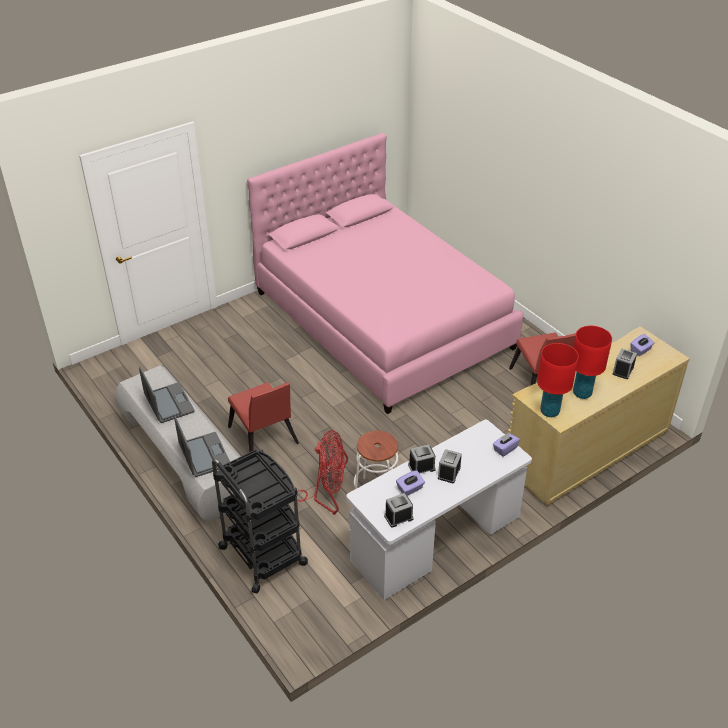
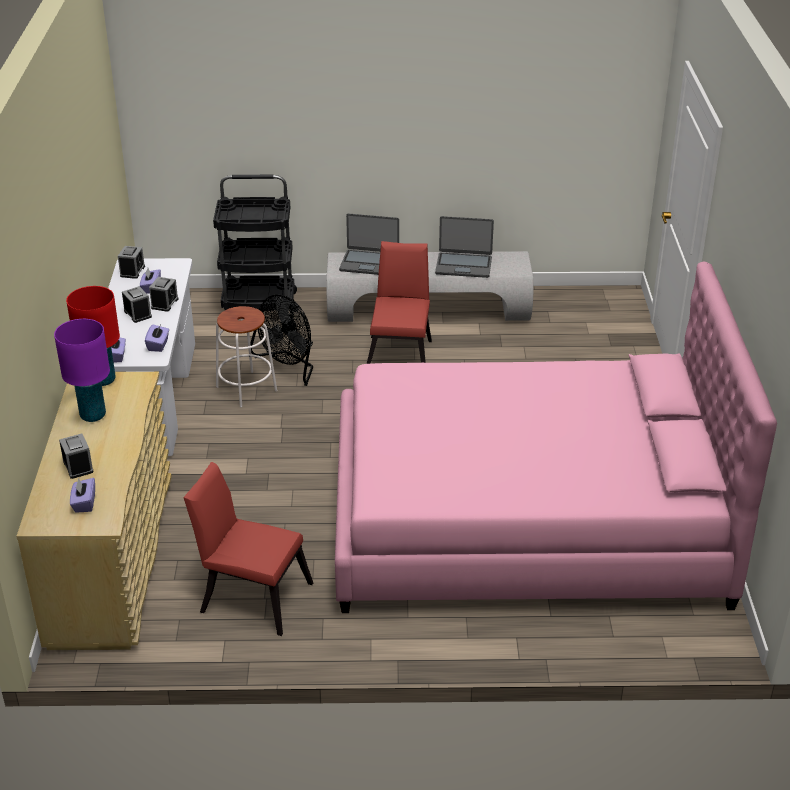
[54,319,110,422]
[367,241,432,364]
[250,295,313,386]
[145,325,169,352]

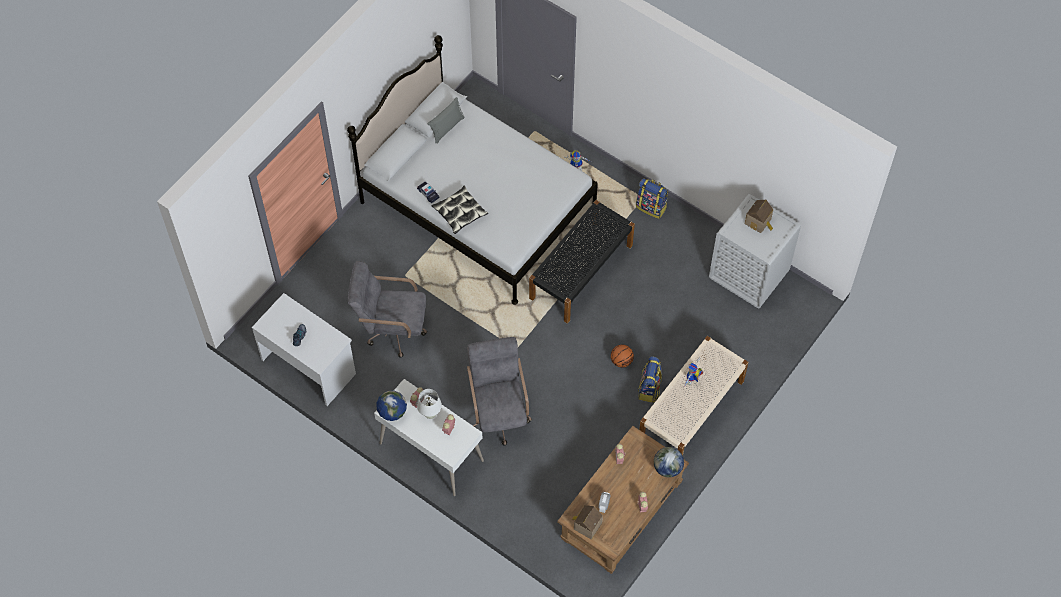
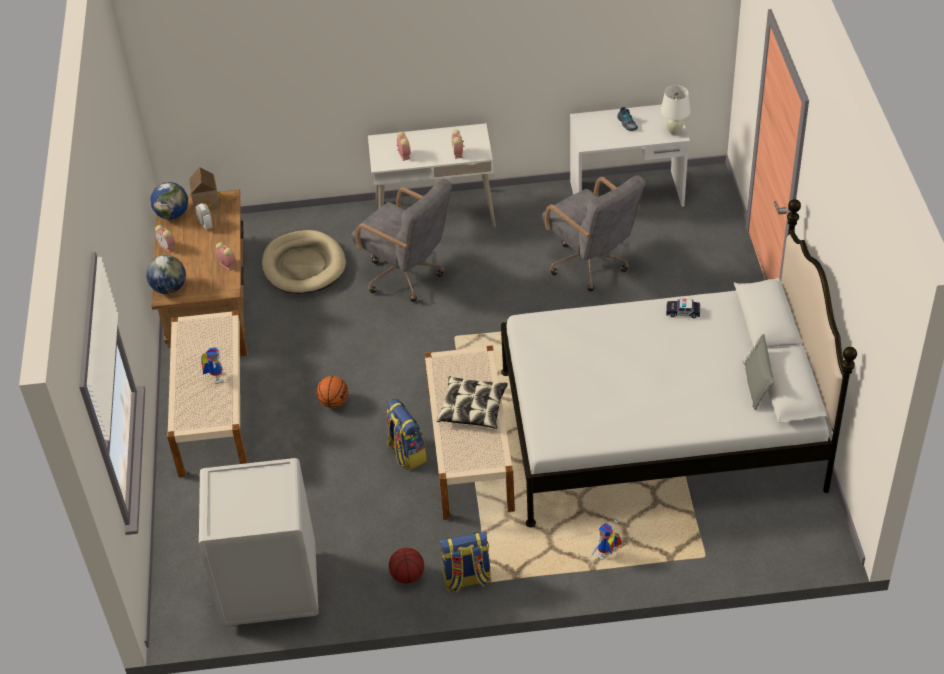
[437,376,508,429]
[425,345,515,520]
[745,200,774,233] (first image)
[542,175,645,291]
[385,399,427,470]
[661,85,691,136]
[150,182,188,219]
[262,230,346,294]
[389,548,424,584]

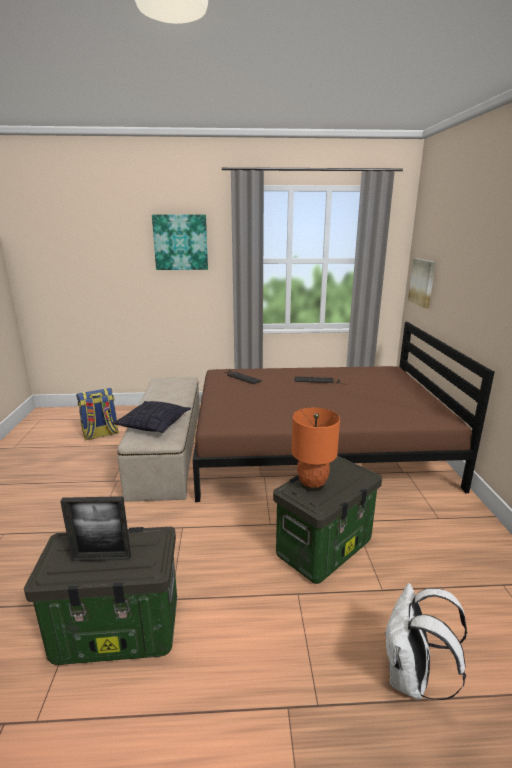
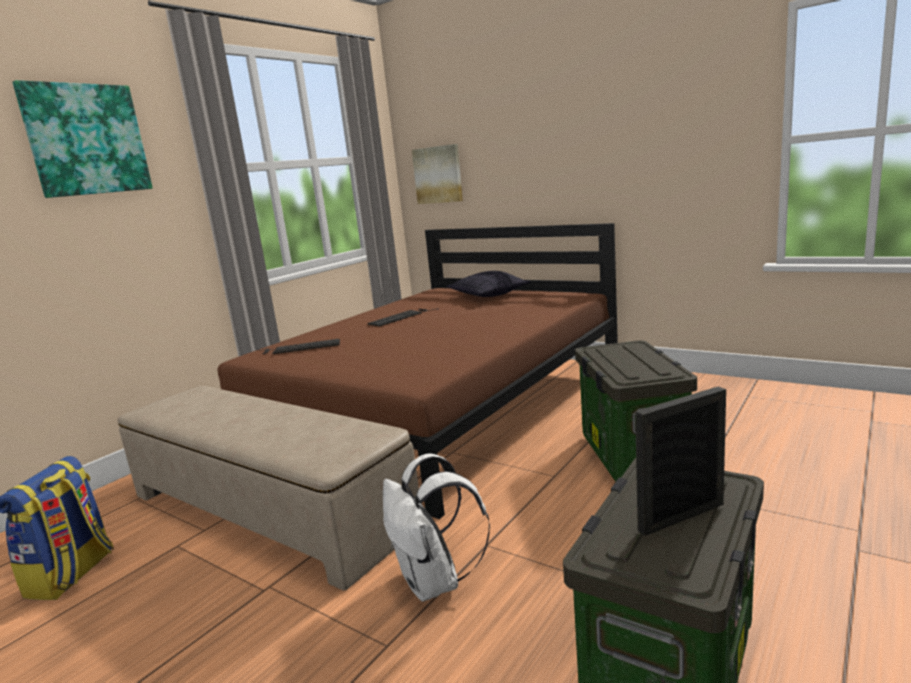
[446,271,531,297]
[292,408,340,491] (first image)
[635,387,726,536]
[383,453,490,601]

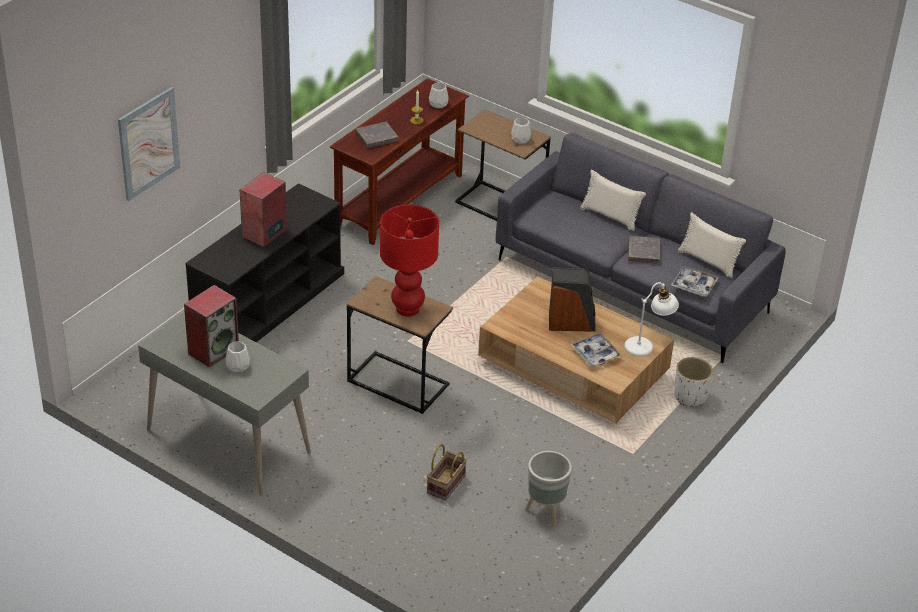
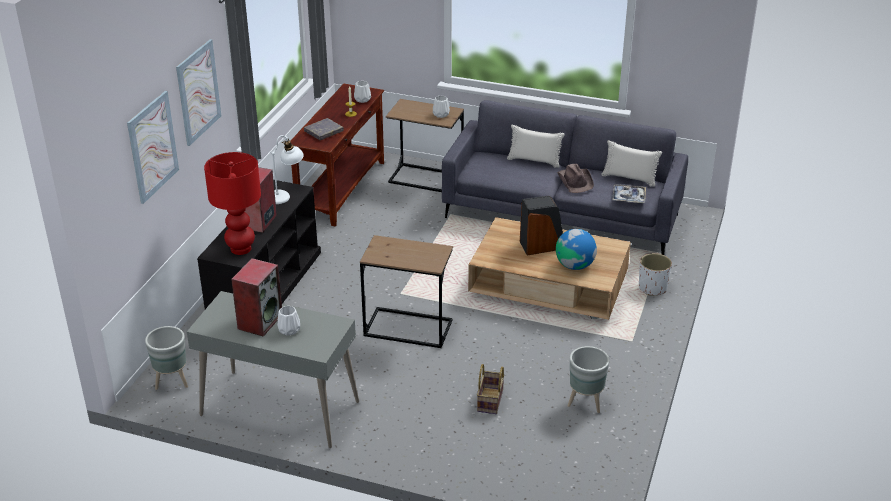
[204,152,261,255]
[557,164,594,193]
[270,135,304,204]
[556,229,597,270]
[176,39,221,146]
[145,326,188,390]

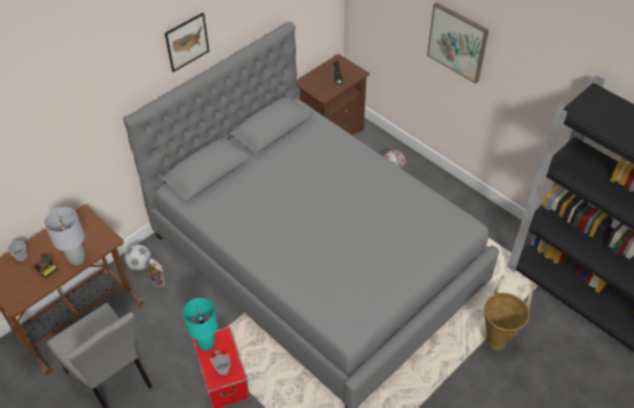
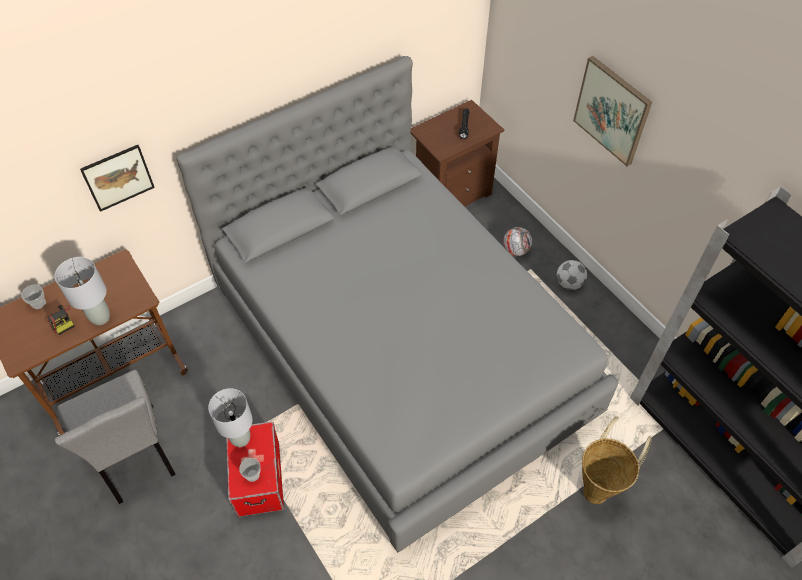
[80,145,155,212]
[557,260,587,290]
[148,258,166,288] (first image)
[208,388,253,447]

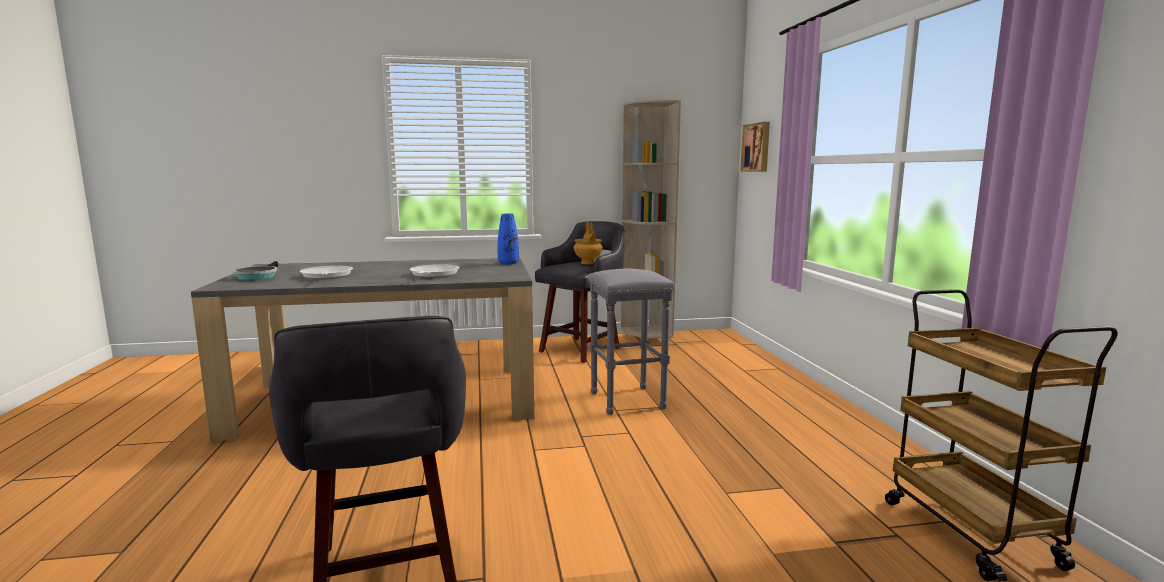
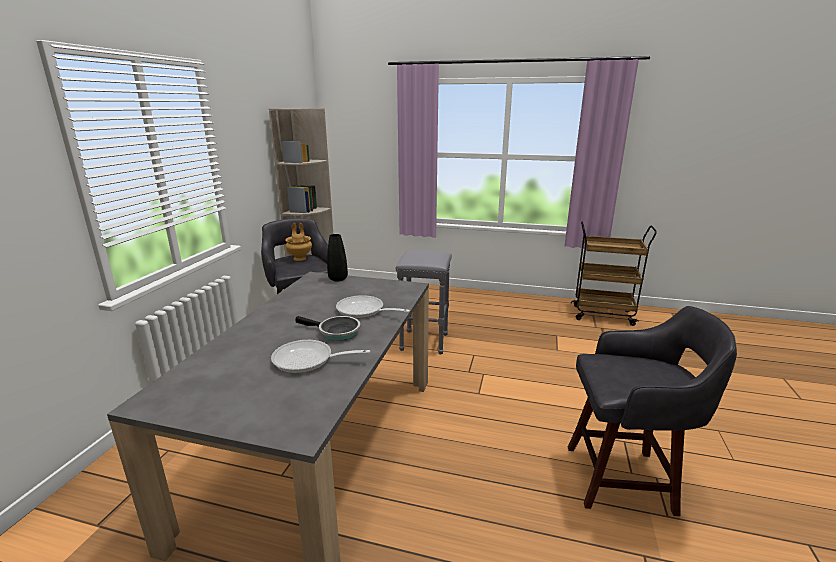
[740,122,770,172] (first image)
[327,234,348,281]
[295,316,360,341]

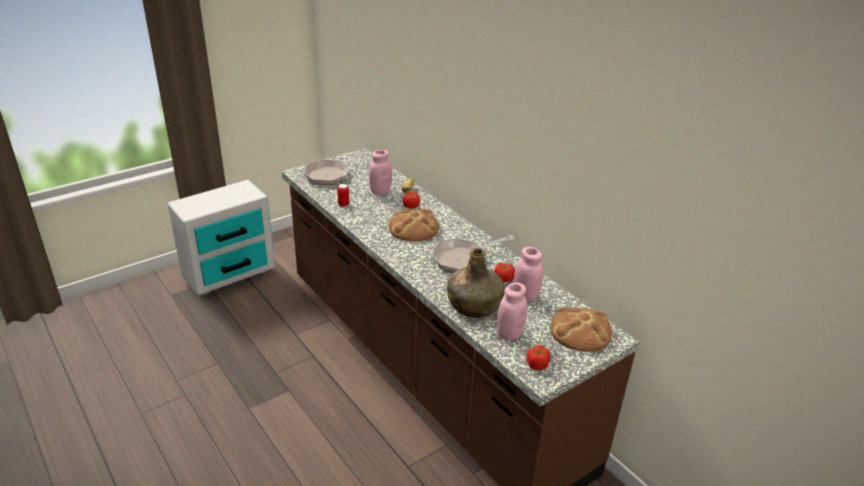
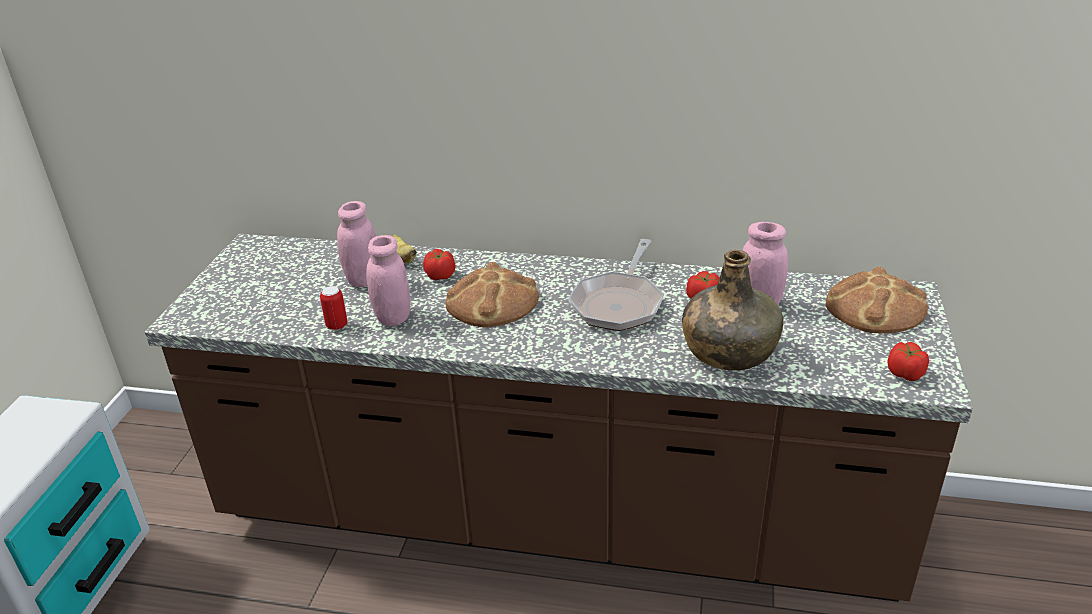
[303,151,370,185] (first image)
[366,235,410,326]

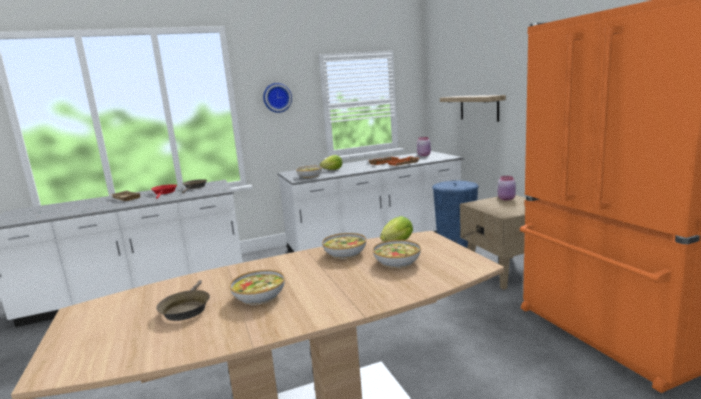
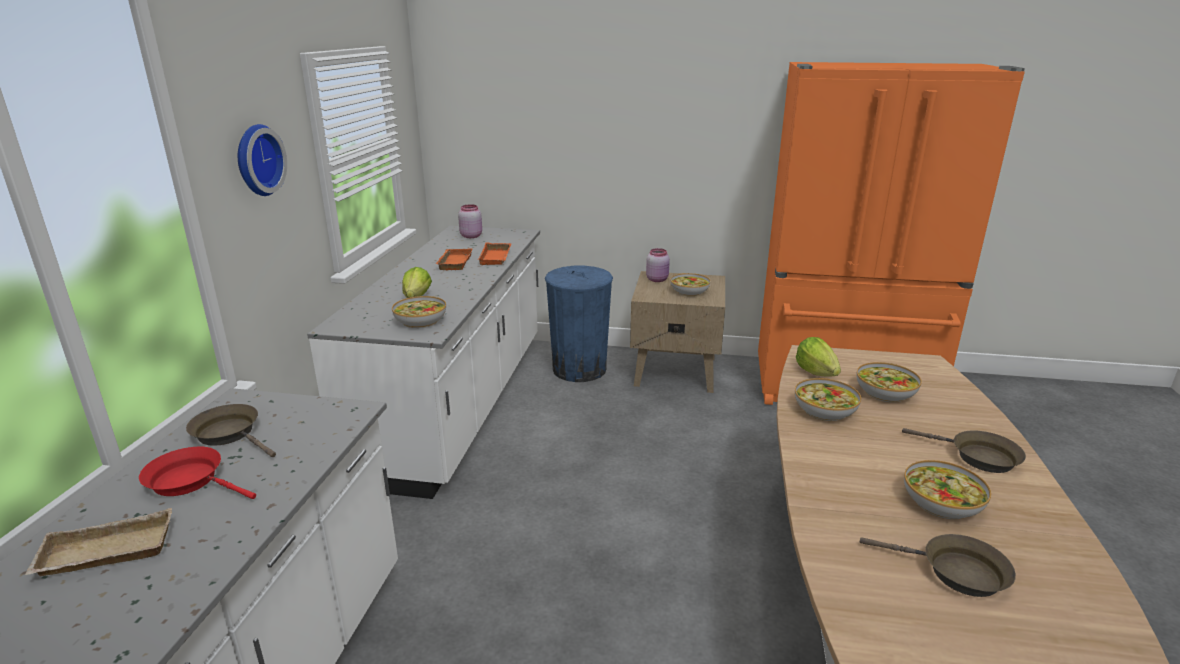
[440,95,506,122] (first image)
[670,273,711,296]
[902,428,1026,473]

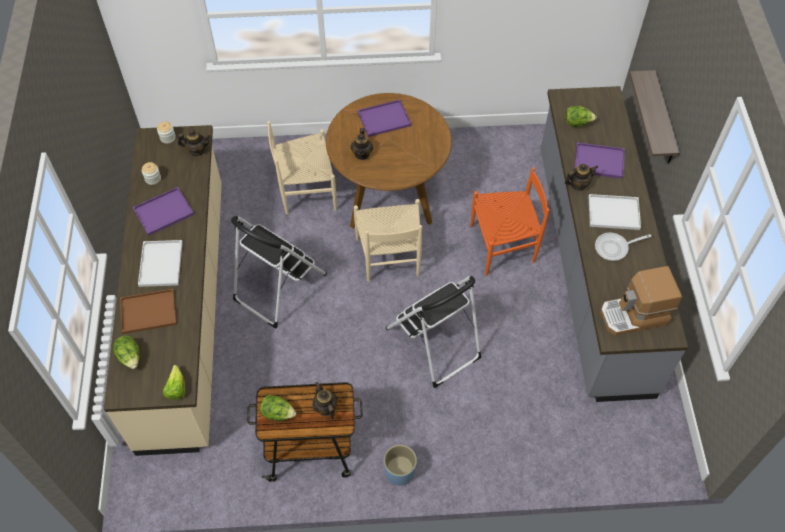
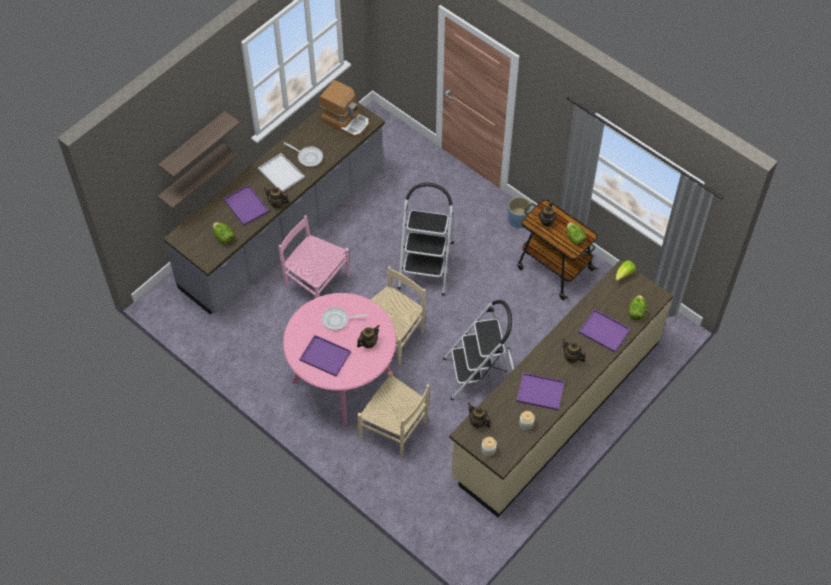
[283,293,396,425]
[279,215,350,298]
[562,339,585,363]
[579,309,631,353]
[158,111,240,178]
[322,307,368,330]

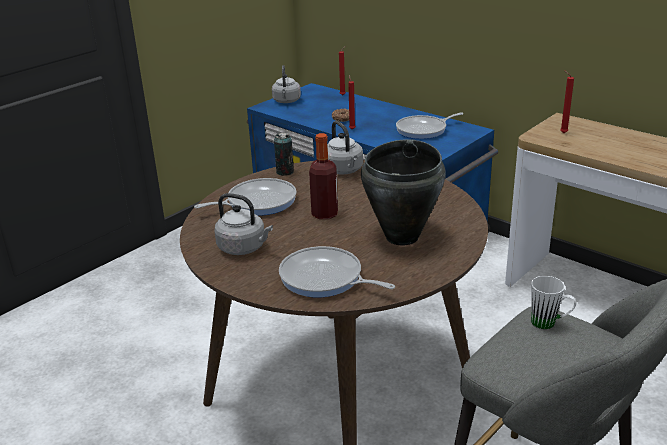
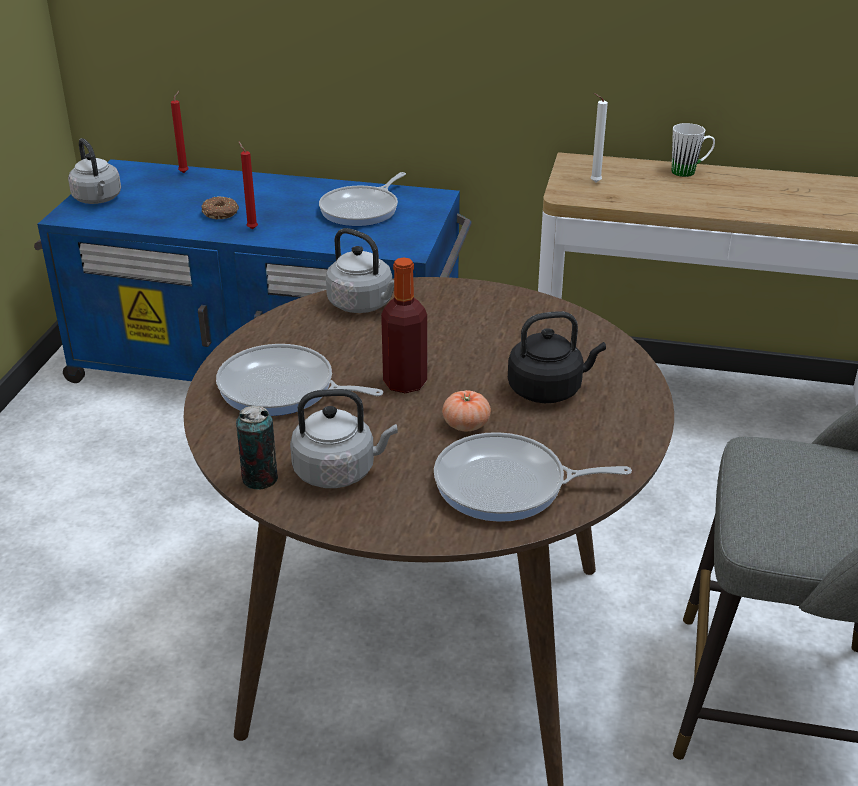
[591,93,608,183]
[236,406,278,490]
[508,311,606,403]
[216,344,383,416]
[672,123,715,177]
[442,390,491,431]

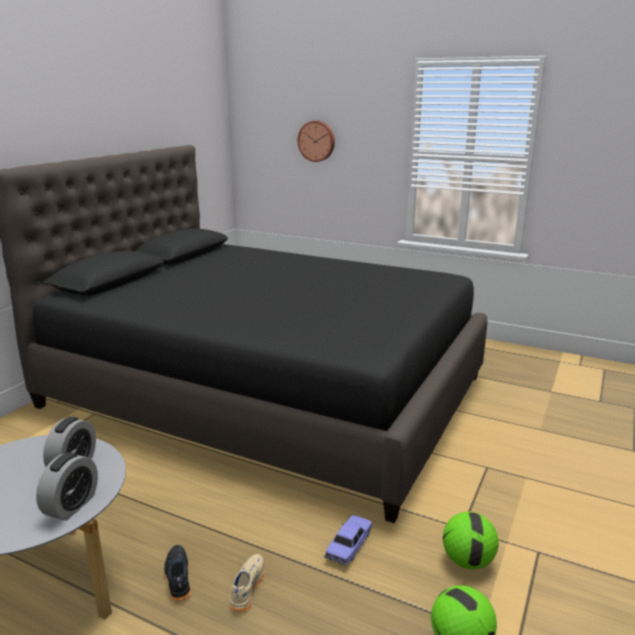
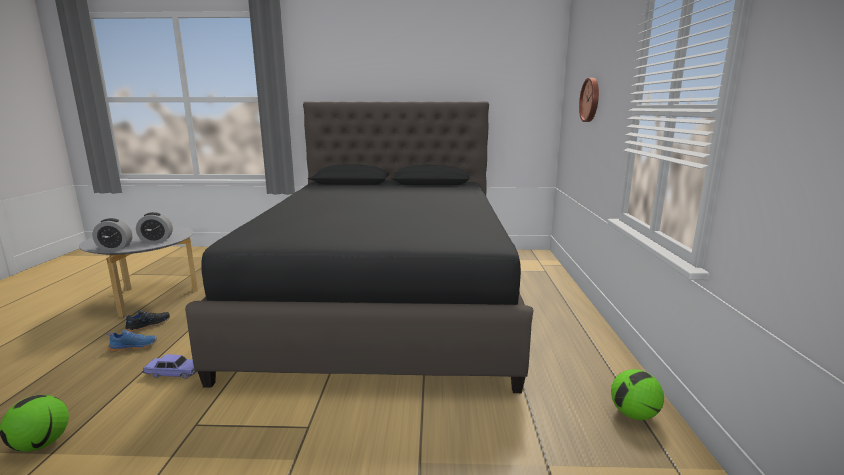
[611,369,664,420]
[107,330,157,352]

